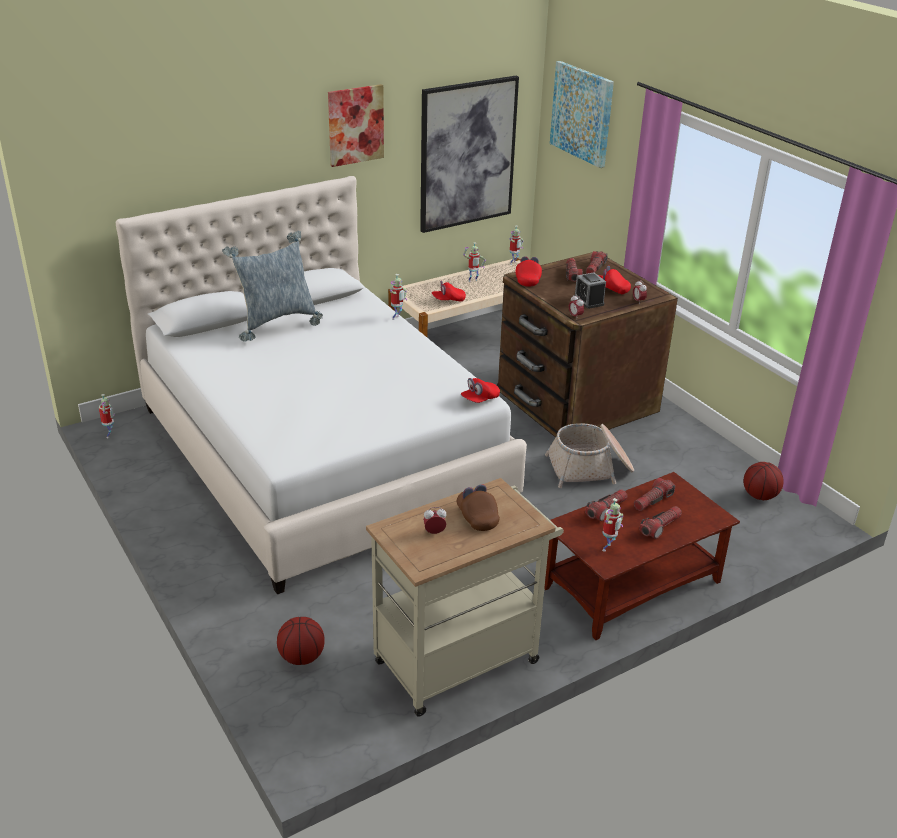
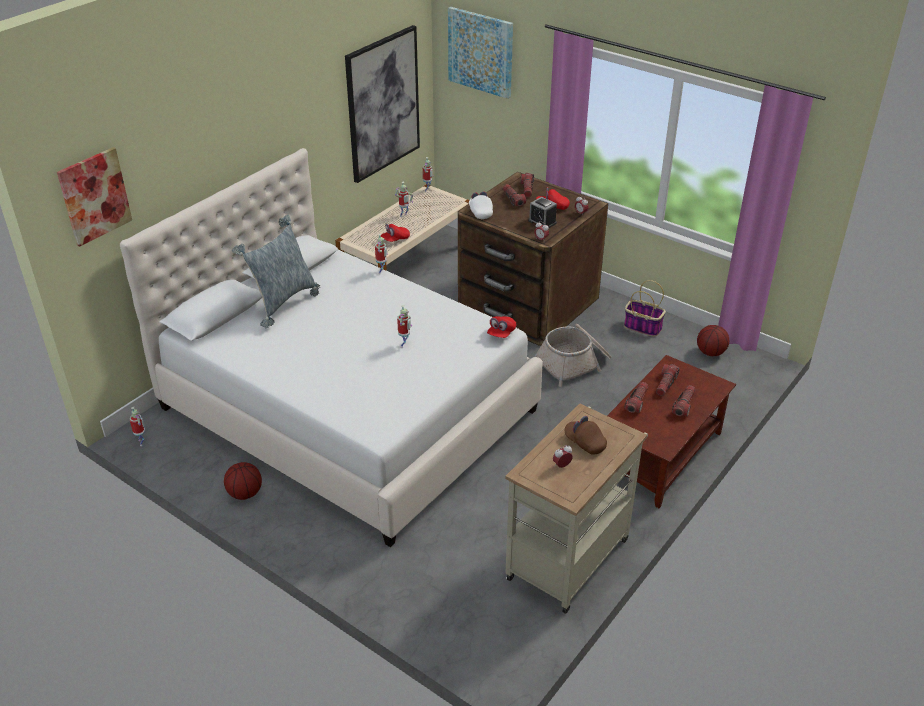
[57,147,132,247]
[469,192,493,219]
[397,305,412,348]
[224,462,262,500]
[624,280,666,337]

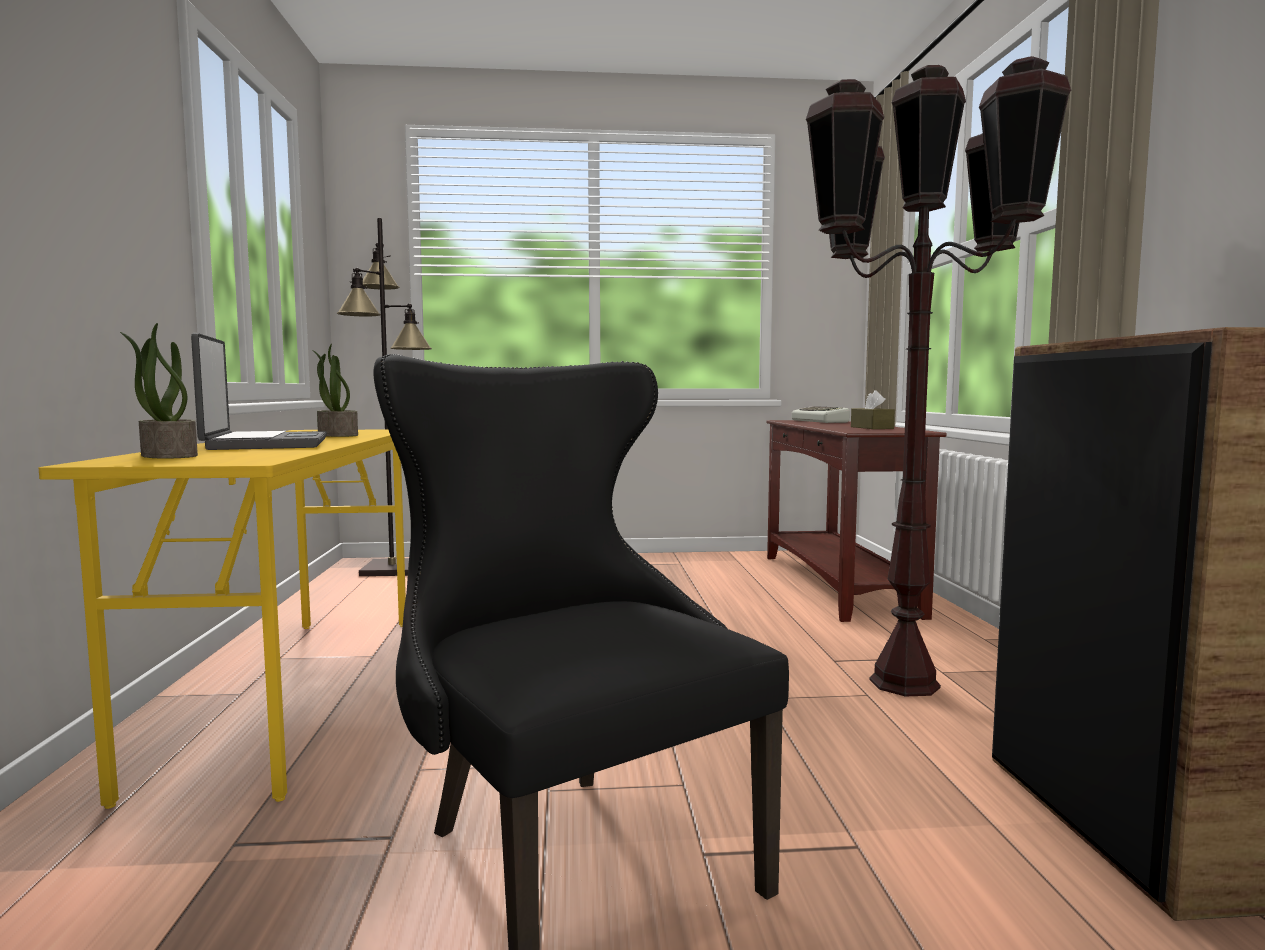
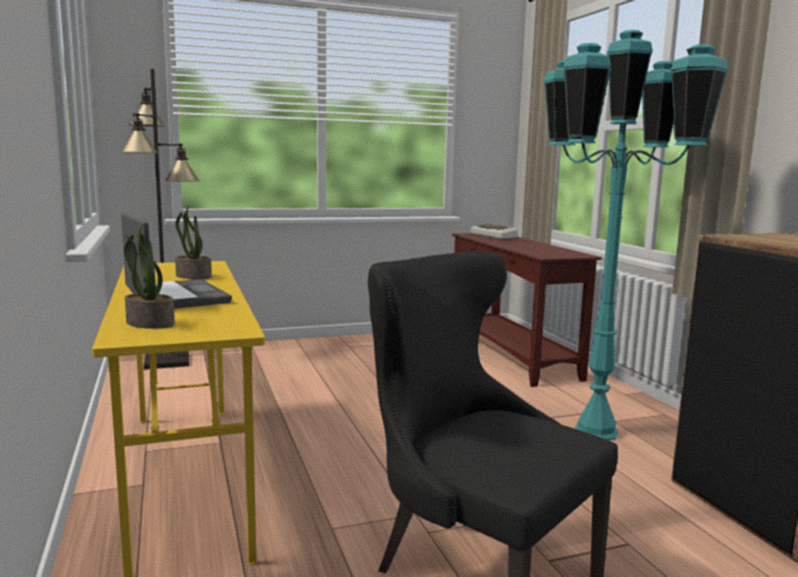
[544,30,728,440]
[851,390,895,429] (first image)

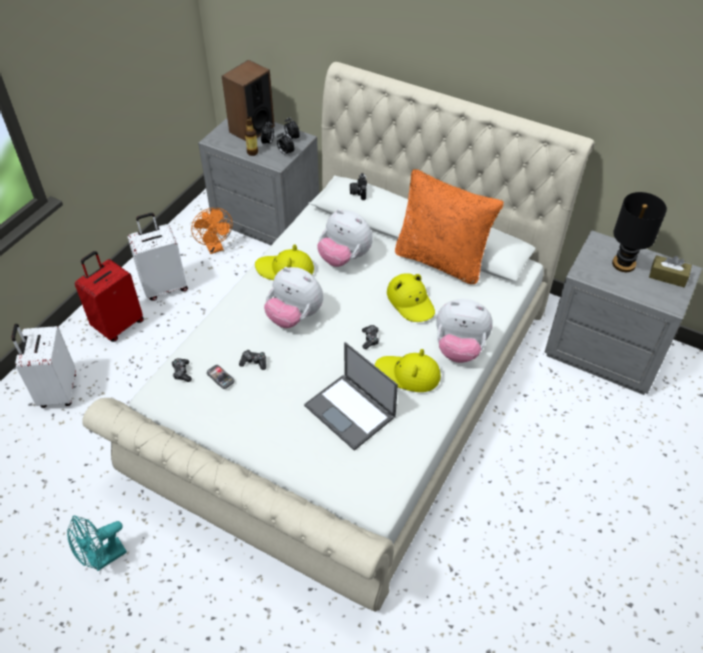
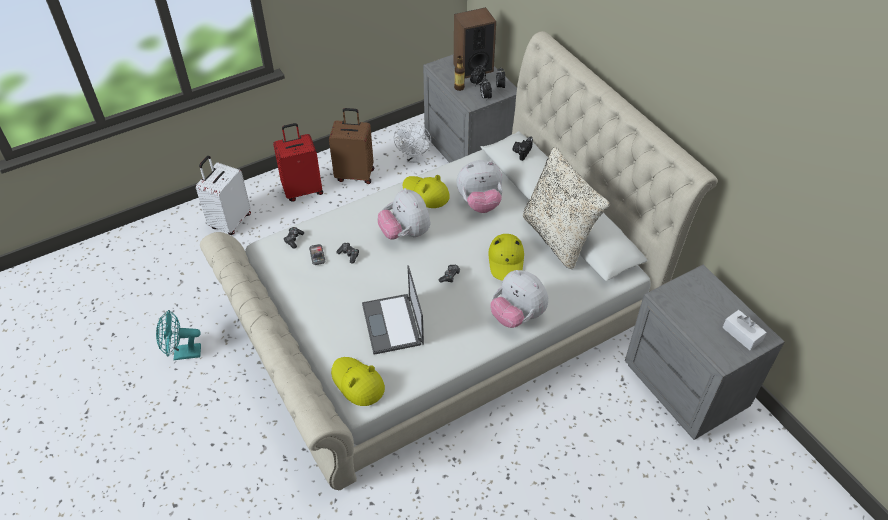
[523,147,610,269]
[612,192,667,272] (first image)
[394,123,431,163]
[456,160,502,213]
[329,108,374,184]
[723,310,767,350]
[331,357,385,406]

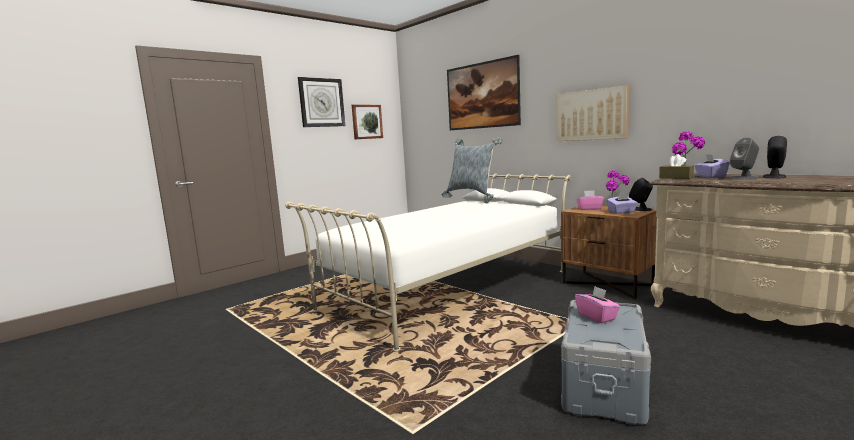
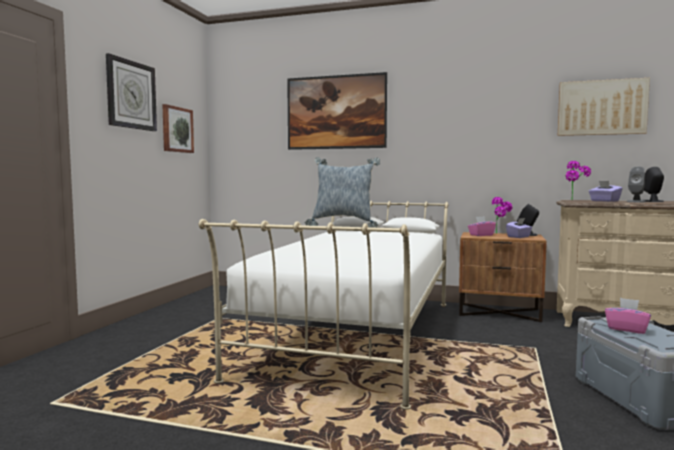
[558,78,650,136]
[659,154,694,179] (first image)

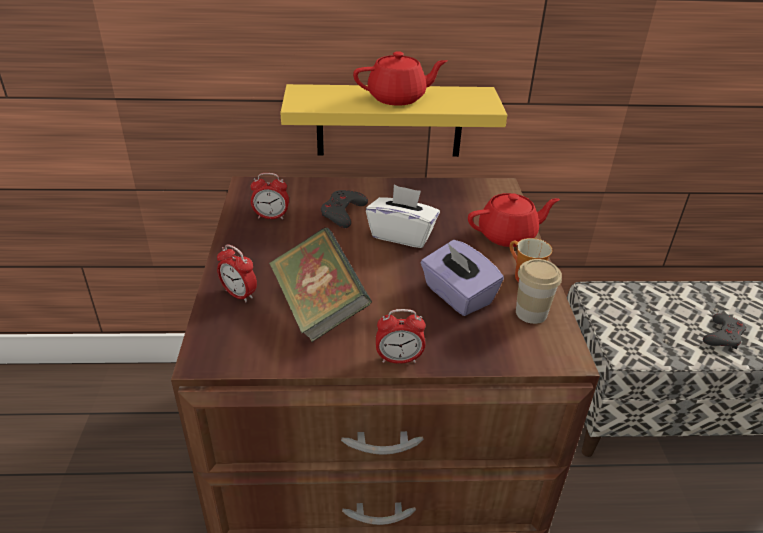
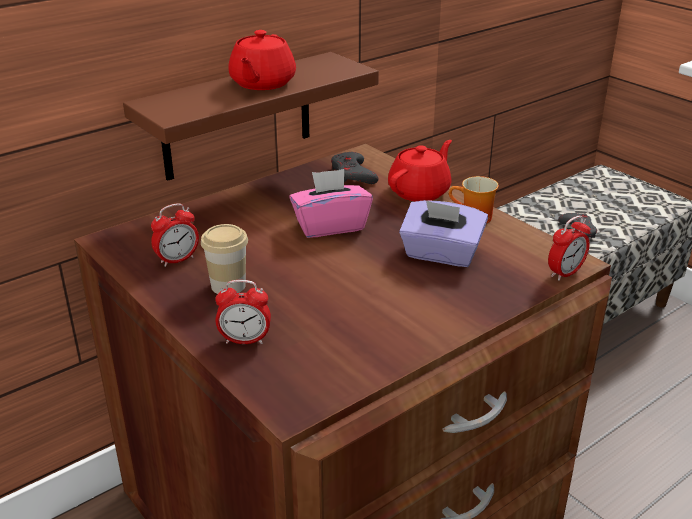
[228,30,296,90]
[123,52,379,181]
[289,169,373,238]
[331,152,379,184]
[269,228,372,342] (first image)
[201,224,248,294]
[548,216,591,281]

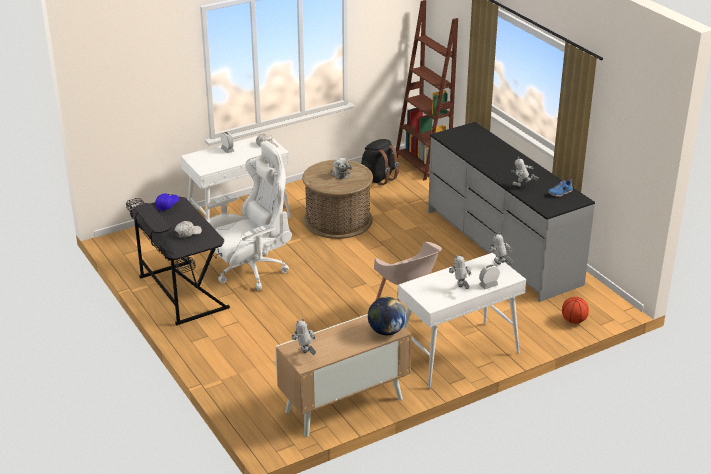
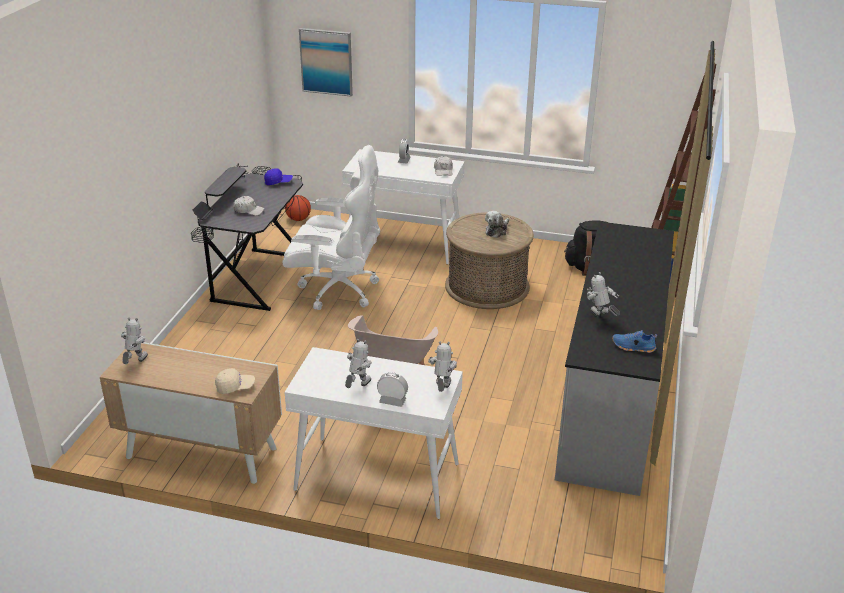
[215,368,255,394]
[285,195,311,221]
[299,28,353,97]

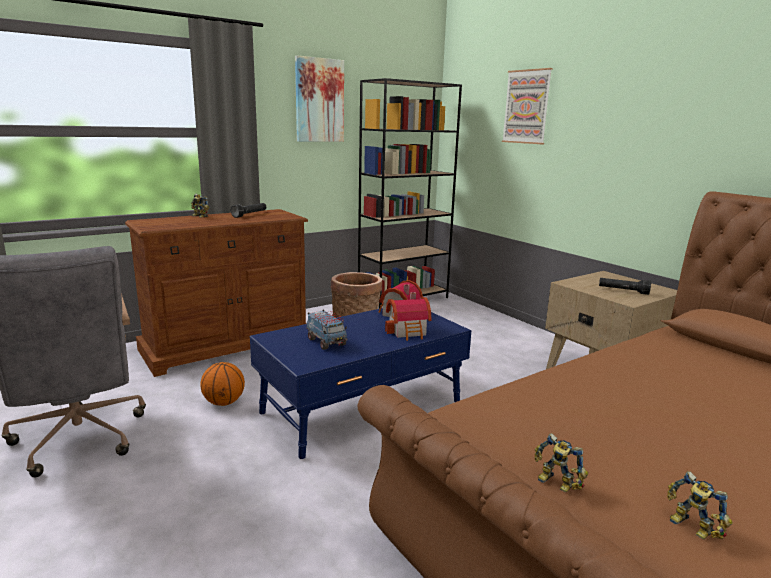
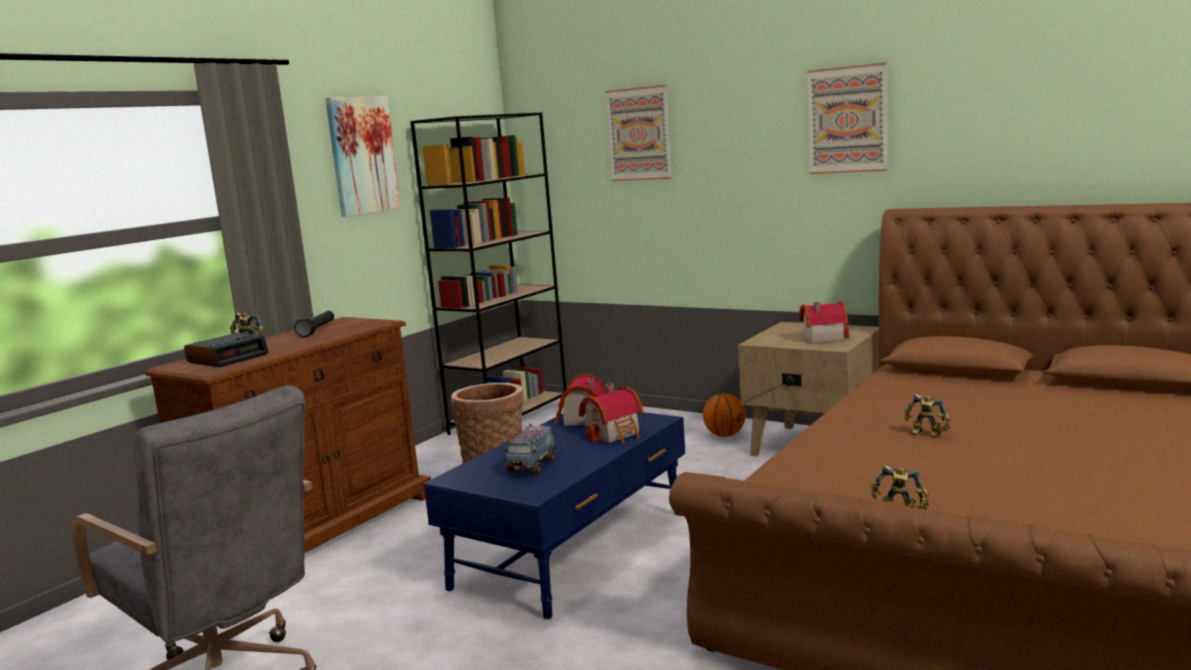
[799,301,849,344]
[504,424,555,474]
[703,393,746,437]
[904,394,951,437]
[807,62,888,174]
[184,333,268,367]

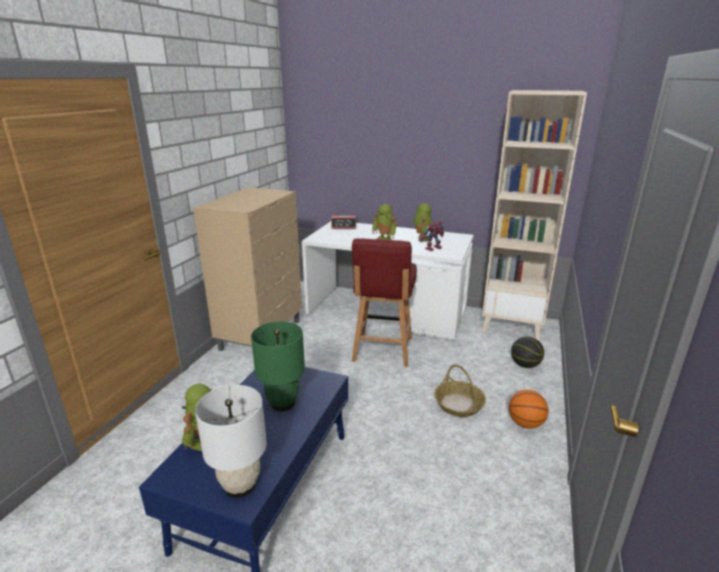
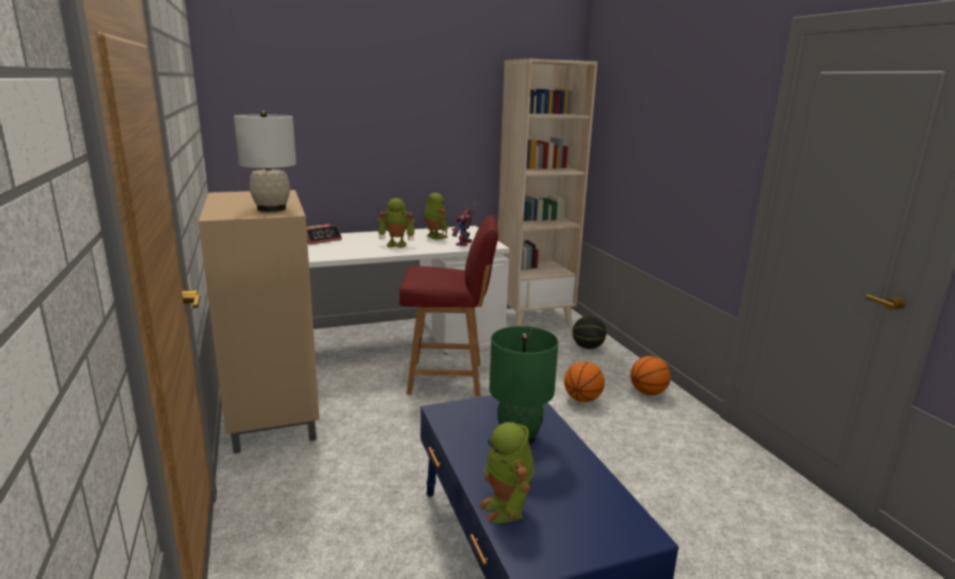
[399,215,498,396]
[564,362,605,402]
[234,111,296,212]

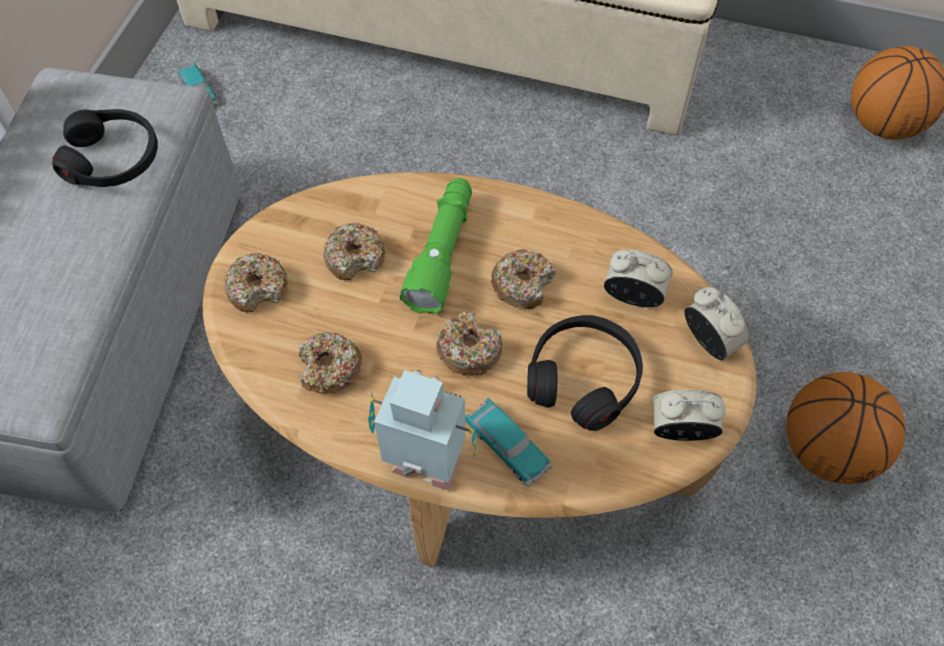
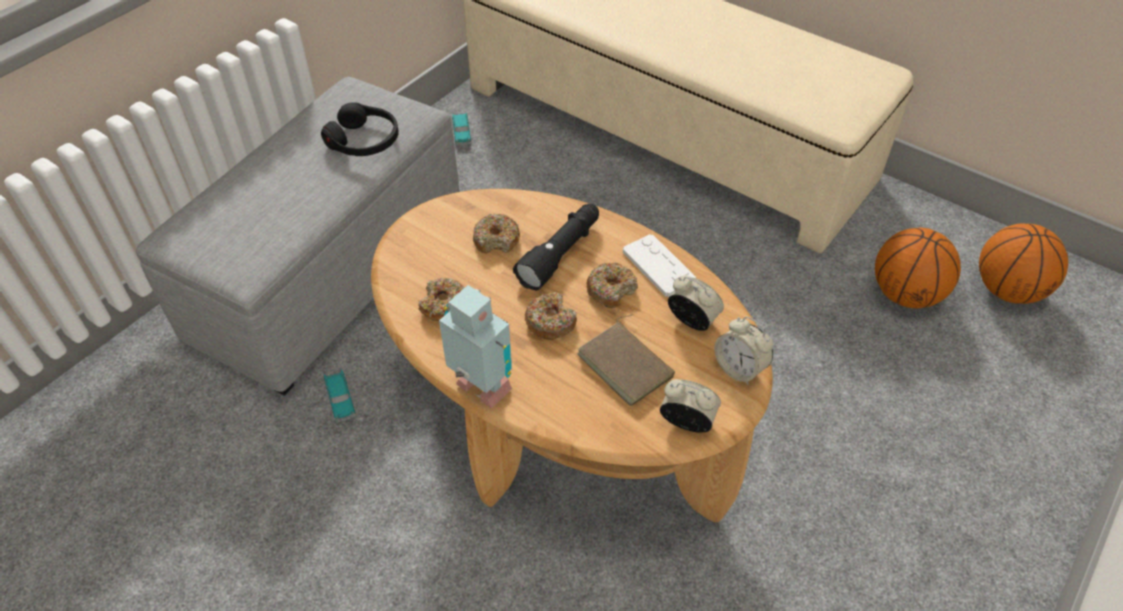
[513,204,599,291]
[224,253,288,312] (first image)
[714,316,773,385]
[577,314,675,406]
[875,227,961,308]
[324,369,356,423]
[623,234,696,297]

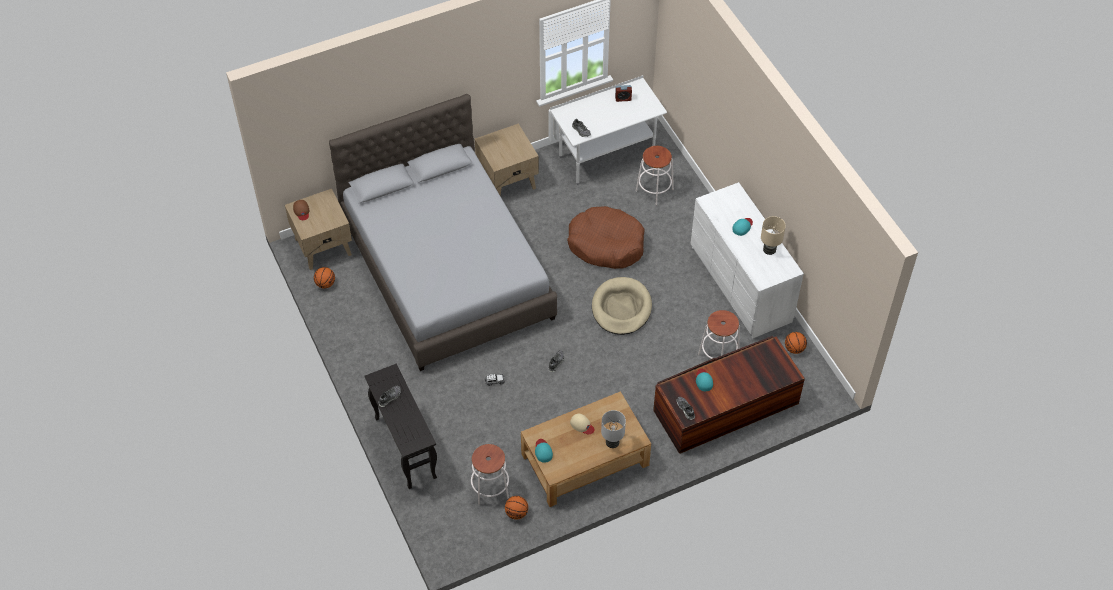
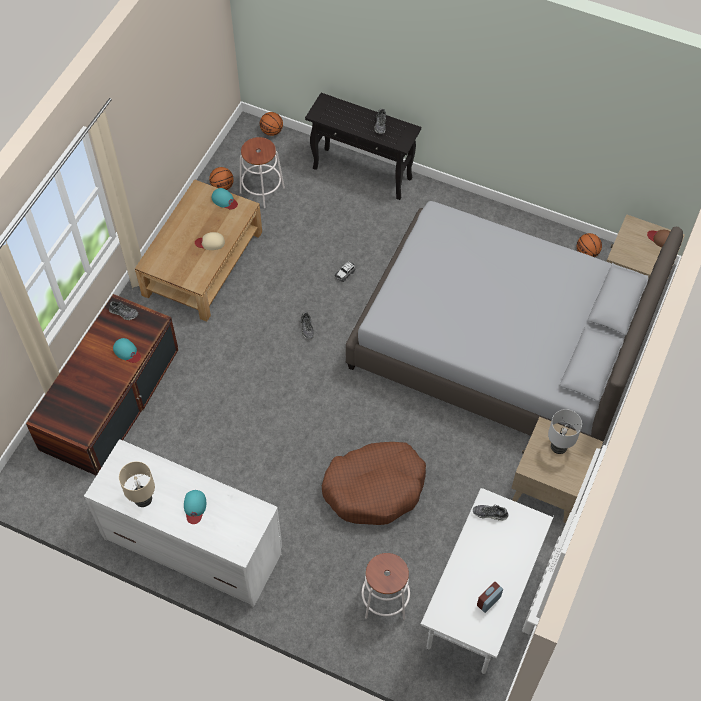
[592,277,652,335] (first image)
[698,310,740,359] (first image)
[260,112,283,136]
[548,409,582,454]

